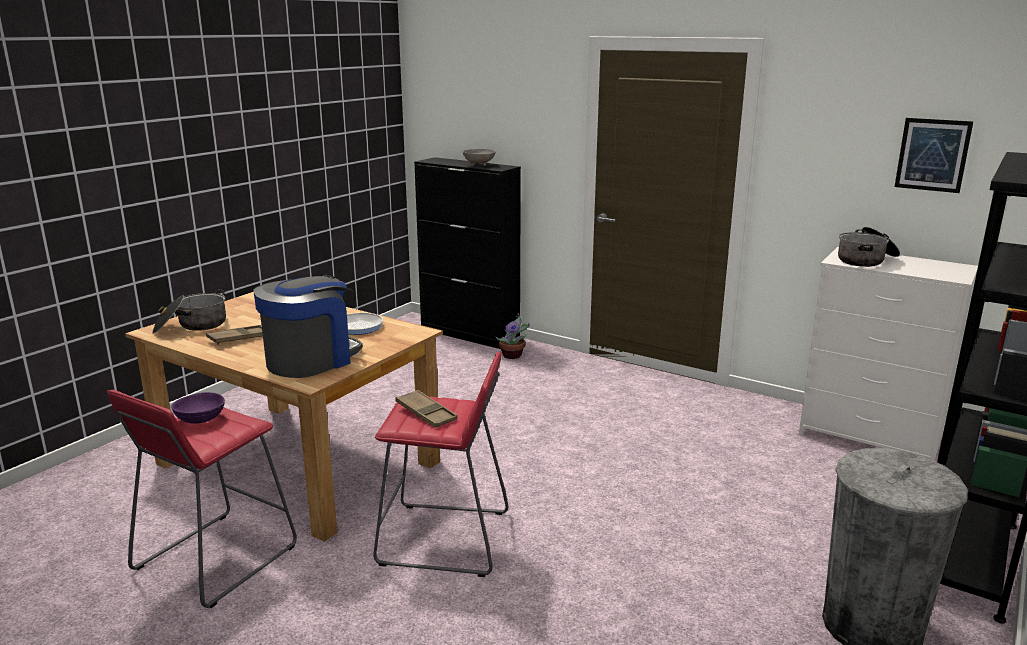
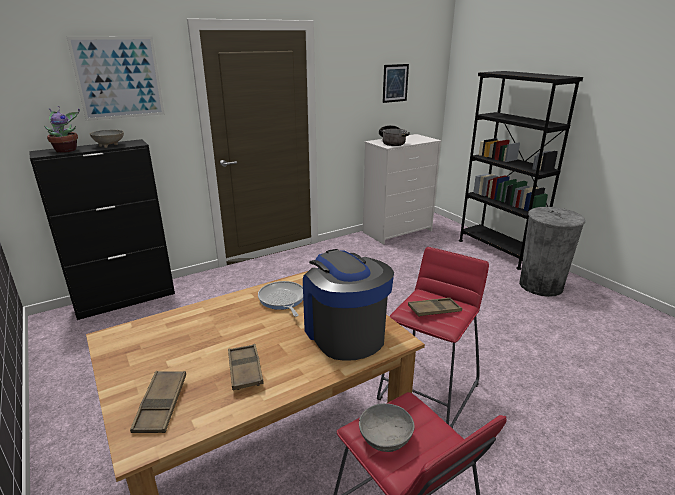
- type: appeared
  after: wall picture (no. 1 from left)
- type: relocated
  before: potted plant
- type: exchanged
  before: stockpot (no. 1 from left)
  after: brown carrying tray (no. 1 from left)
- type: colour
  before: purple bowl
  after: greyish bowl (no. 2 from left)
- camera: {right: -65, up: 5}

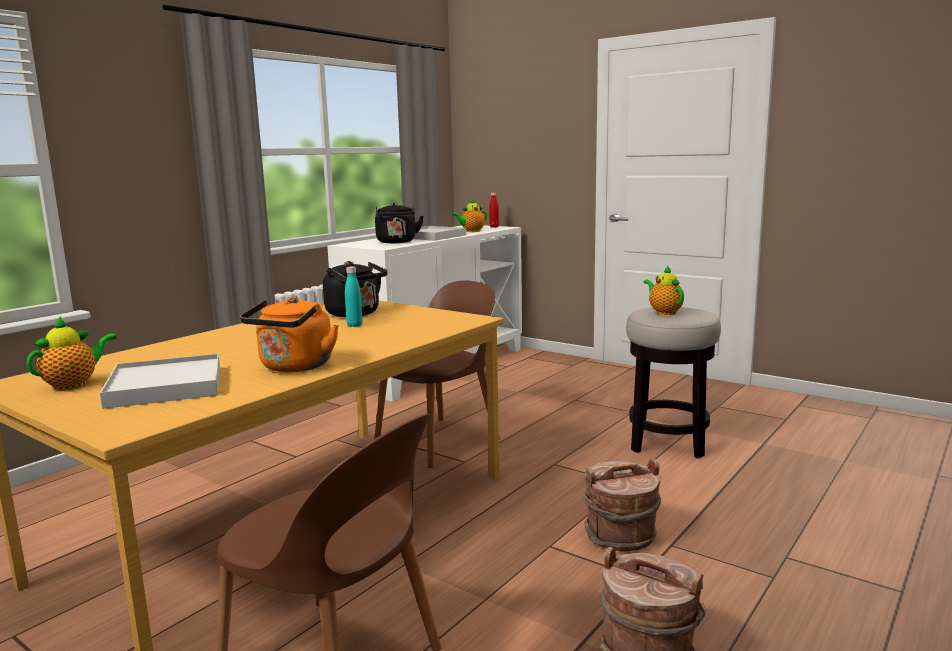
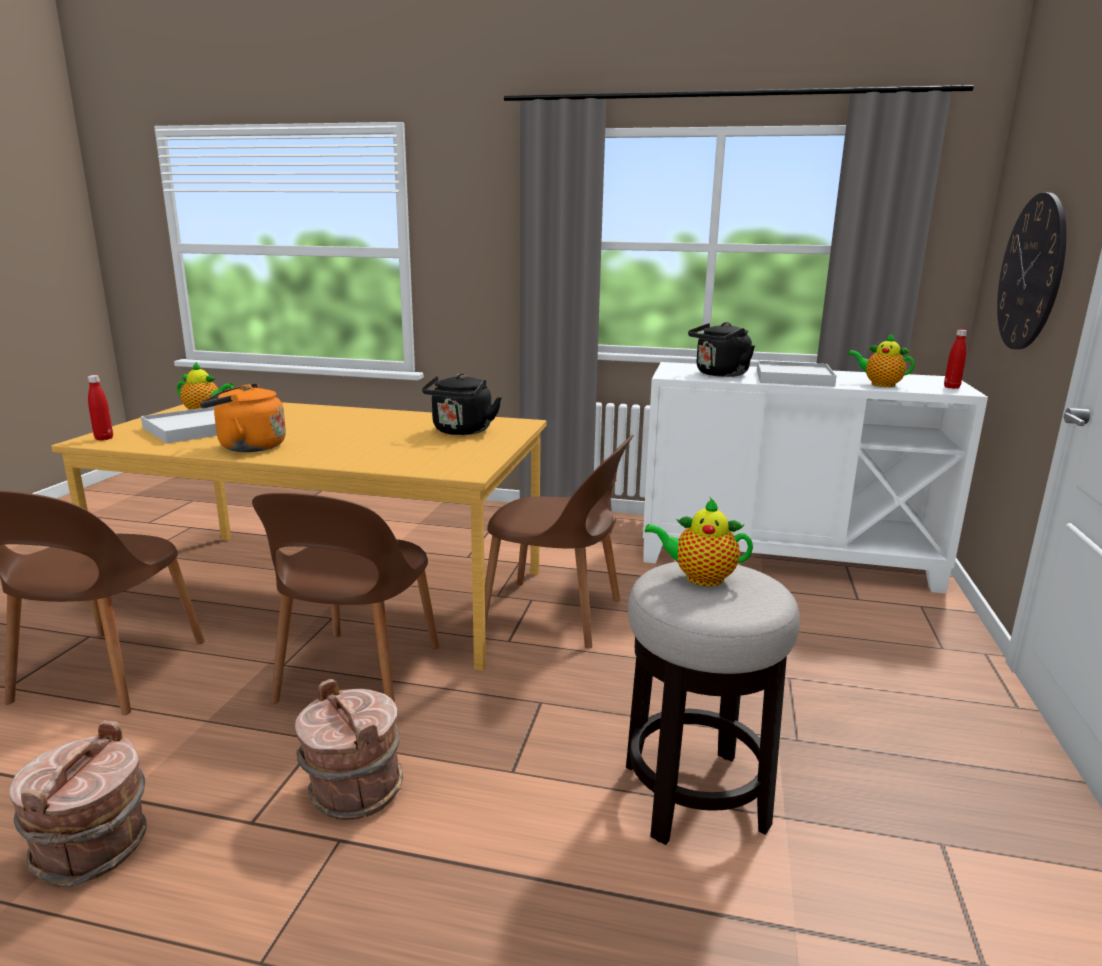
- type: missing
  before: turquoise beverage bottle
- type: appeared
  after: red-coloured beverage bottle (no. 1 from left)
- type: appeared
  after: brown chair (no. 2 from left)
- type: appeared
  after: wall clock
- type: spun
  before: pot for tea (no. 3 from left in the first image)
  turn: -120
- camera: {right: 65, up: 5}

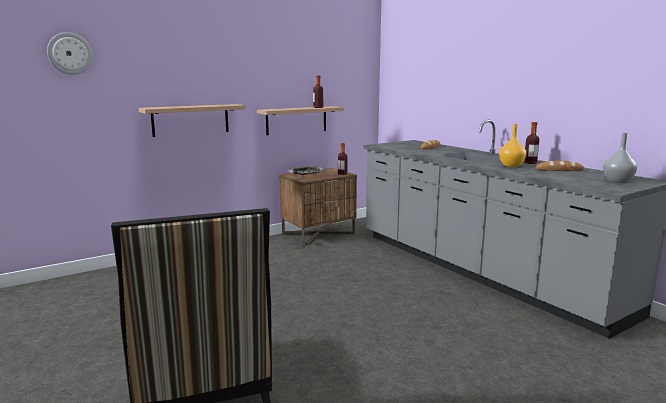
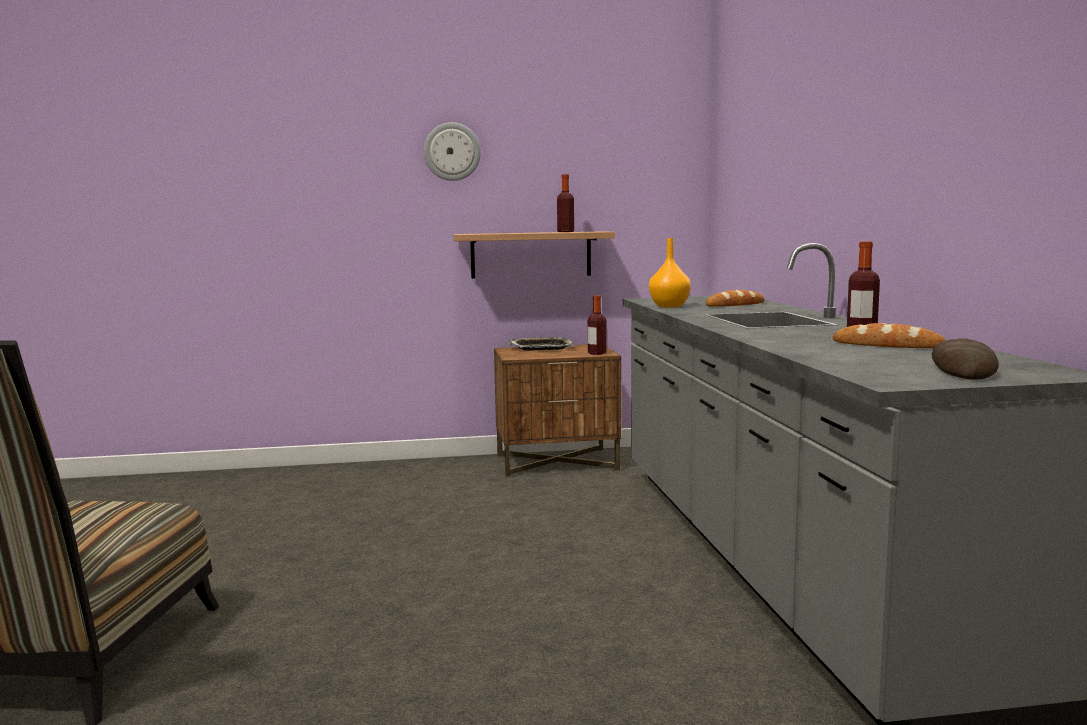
- type: missing
  before: wall shelf (no. 1 from left)
- type: relocated
  before: wall clock
- type: relocated
  before: orangey flower vase
- type: exchanged
  before: greyish flower vase
  after: baked bread (no. 3 from left)
- camera: {right: 25, up: -5}

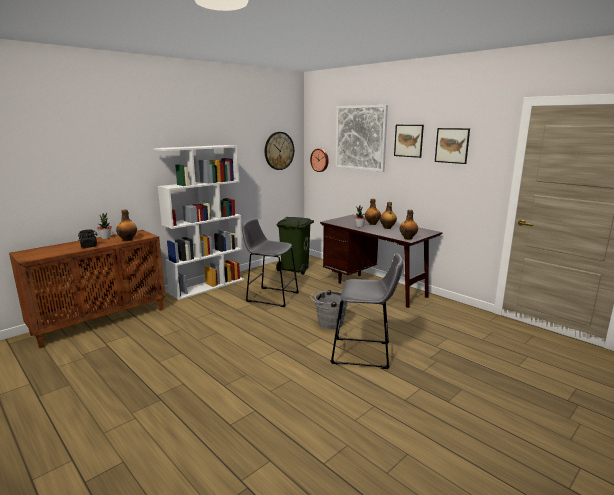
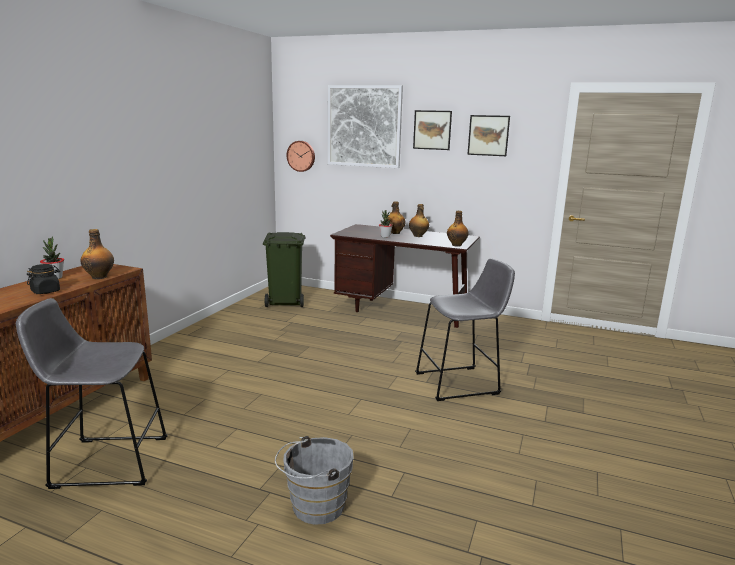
- type: missing
  before: whitish bookcase
- type: missing
  before: wall clock (no. 1 from left)
- type: relocated
  before: greyish sitting stool (no. 1 from left)
- type: relocated
  before: greyish pail
- camera: {right: -25, up: 0}

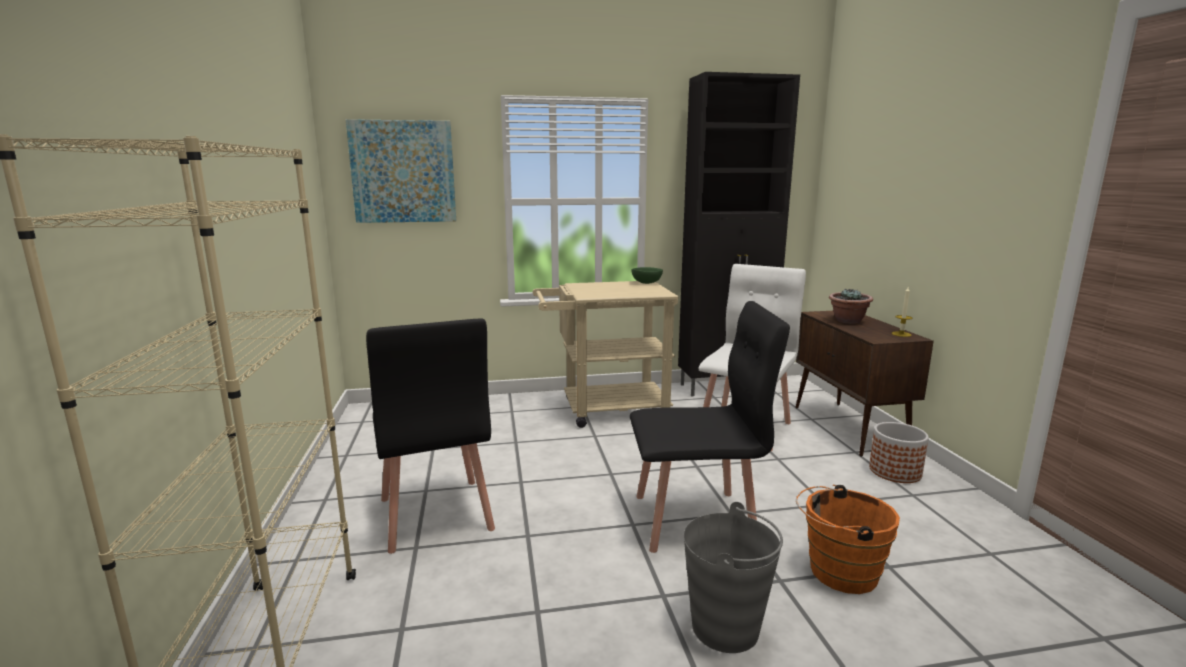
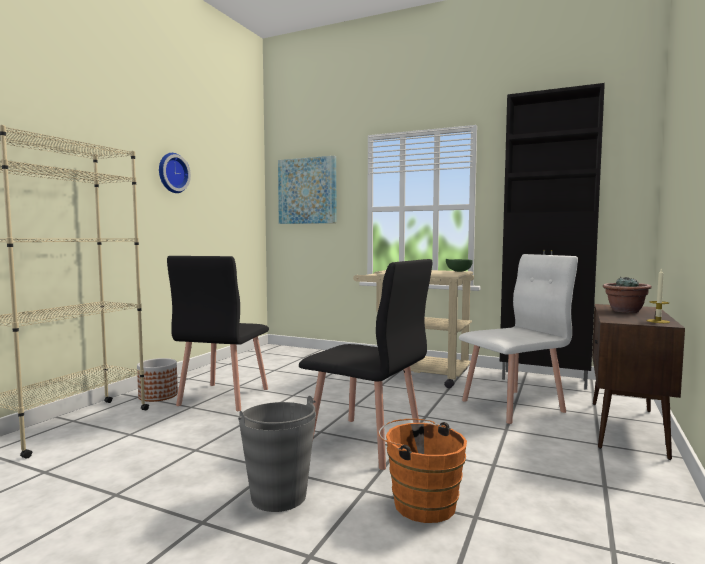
- type: appeared
  after: wall clock
- type: relocated
  before: plant pot
- camera: {right: 35, up: -10}

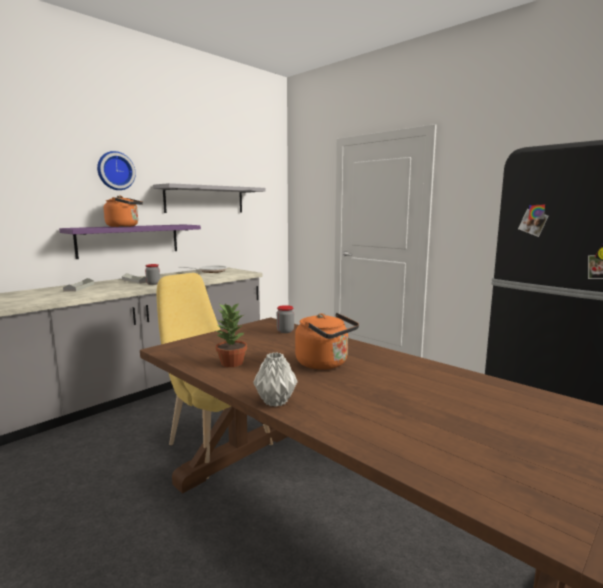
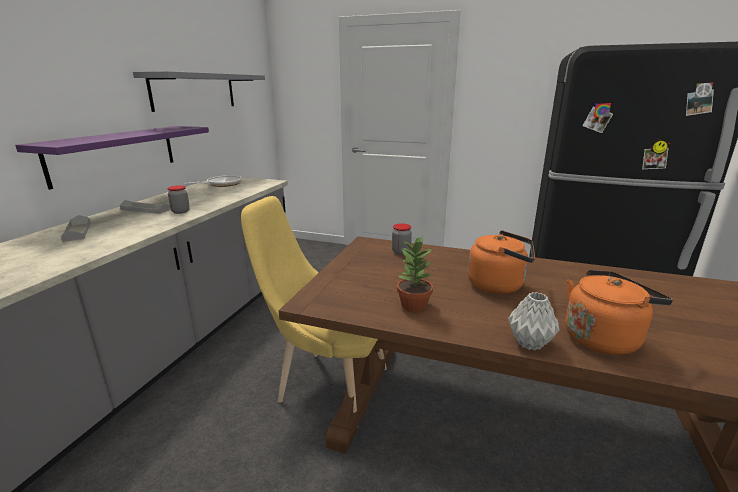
- type: missing
  before: wall clock
- type: relocated
  before: orangey kettle (no. 1 from left in the first image)
  after: orangey kettle (no. 2 from left)
- camera: {right: -25, up: 10}

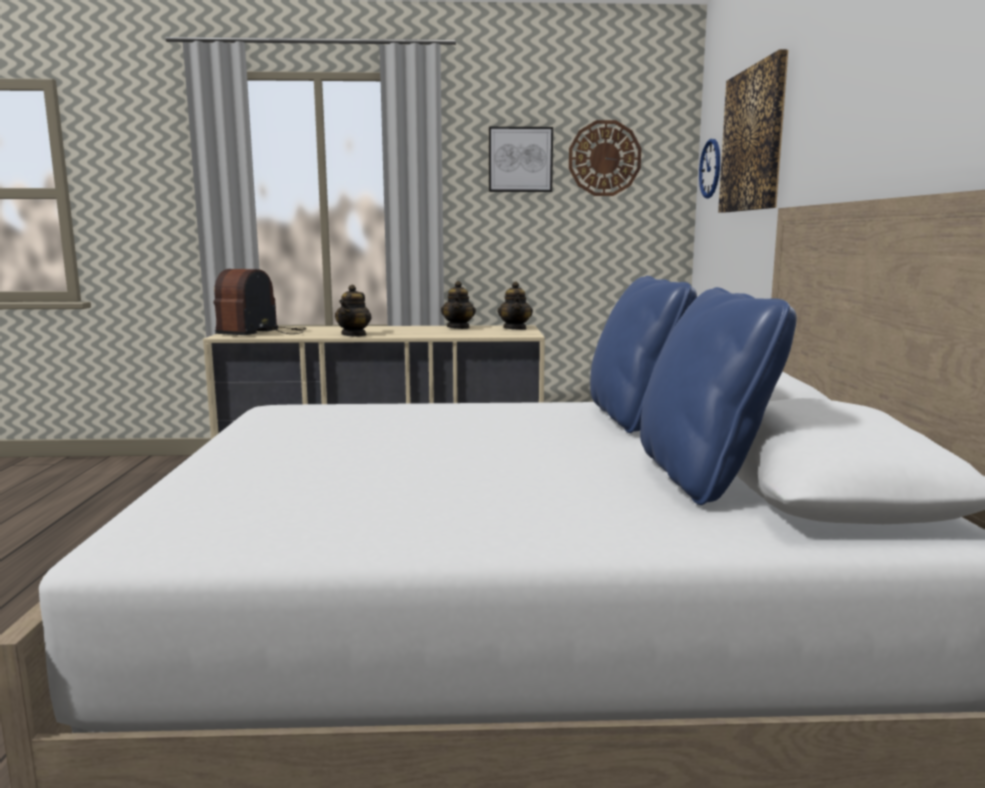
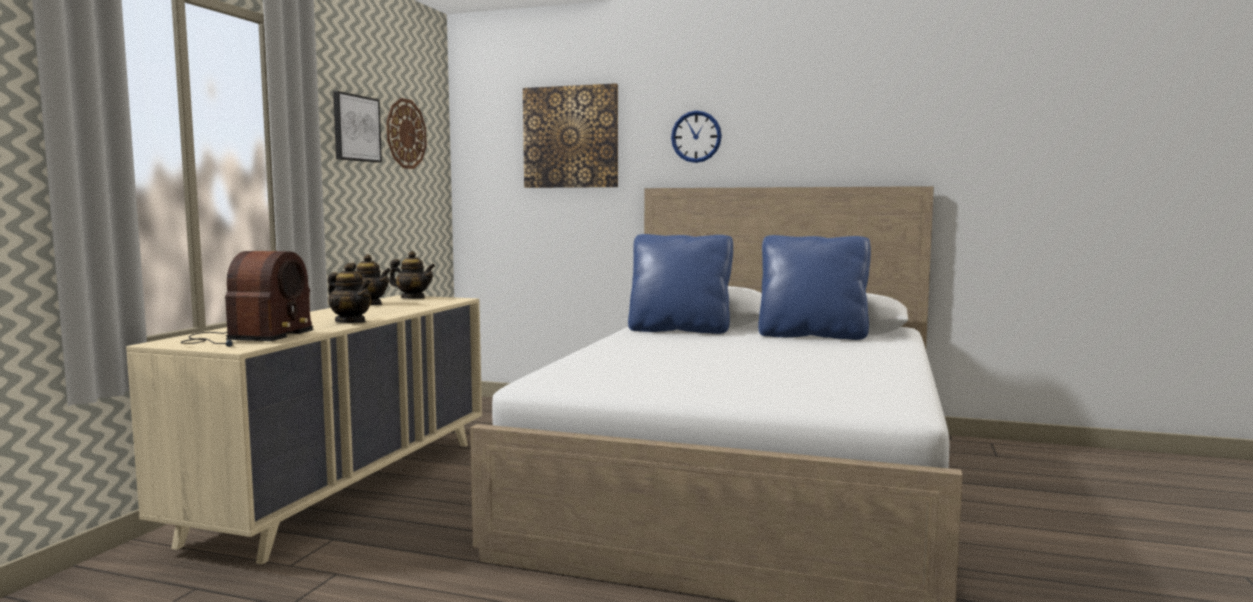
- type: relocated
  before: wall clock (no. 2 from left)
- type: spun
  before: radio set
  turn: -120
- camera: {right: -70, up: -5}

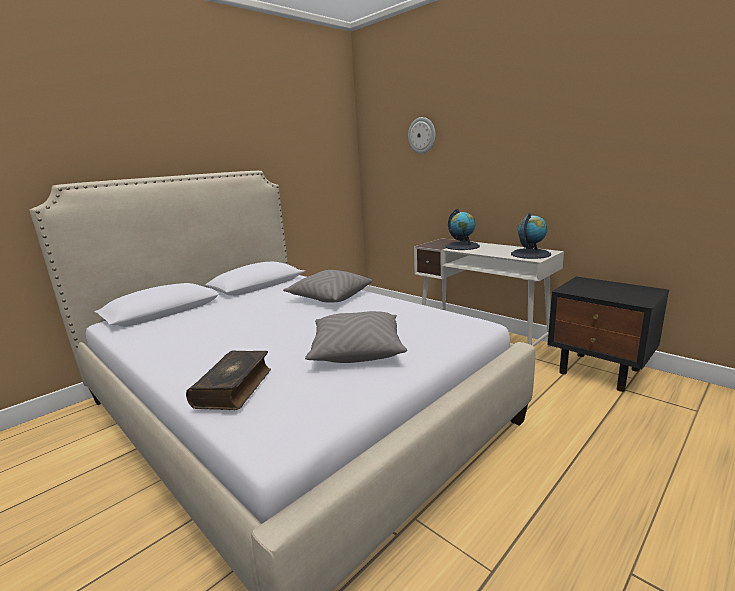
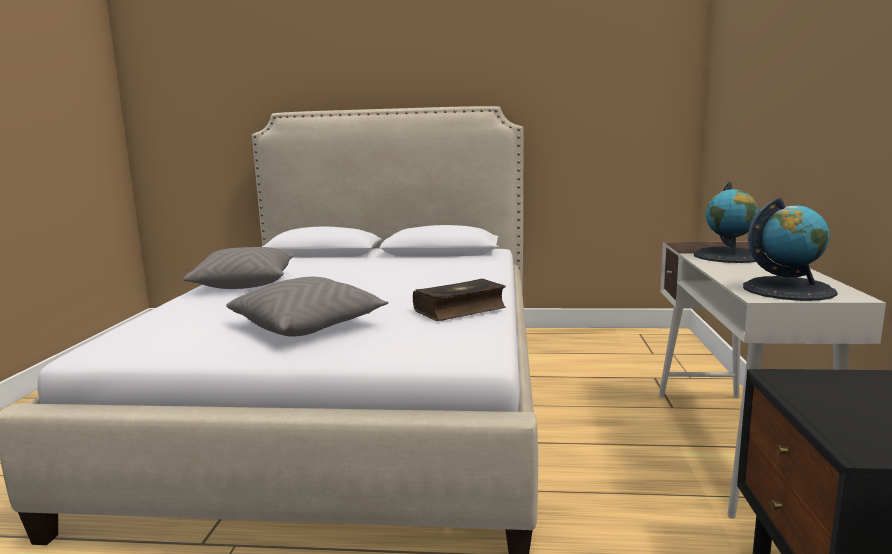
- type: missing
  before: wall clock
- type: relocated
  before: book
- type: relocated
  before: greyish cushion (no. 1 from left)
- camera: {right: 50, up: -5}

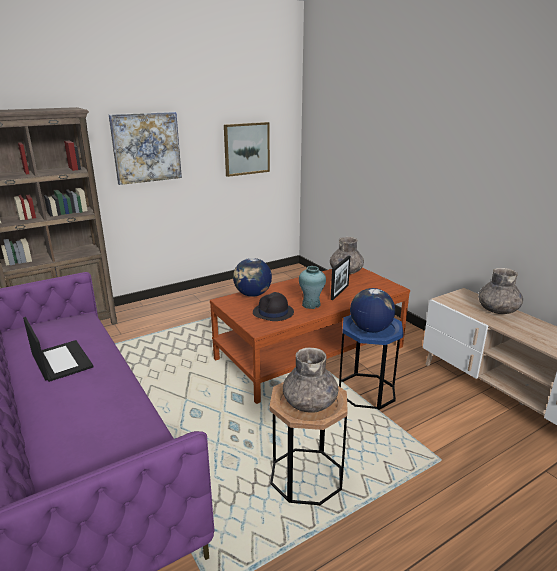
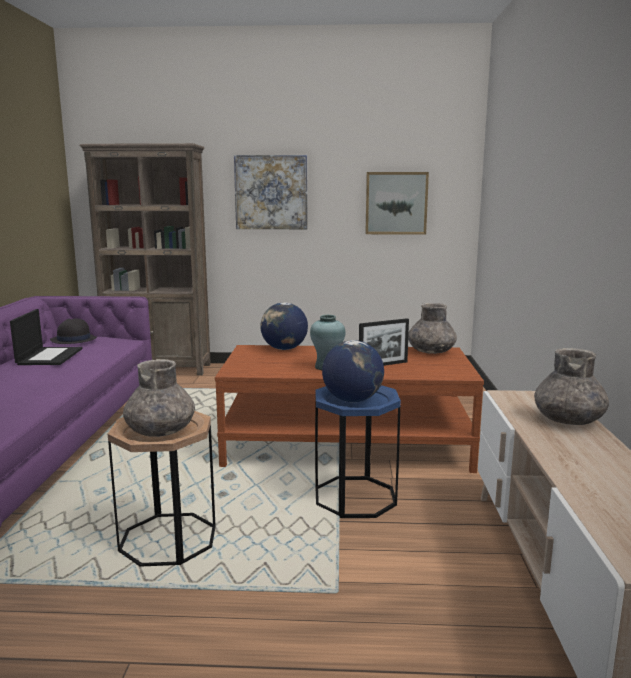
- type: relocated
  before: blackish clothing hat
- camera: {right: 35, up: -10}

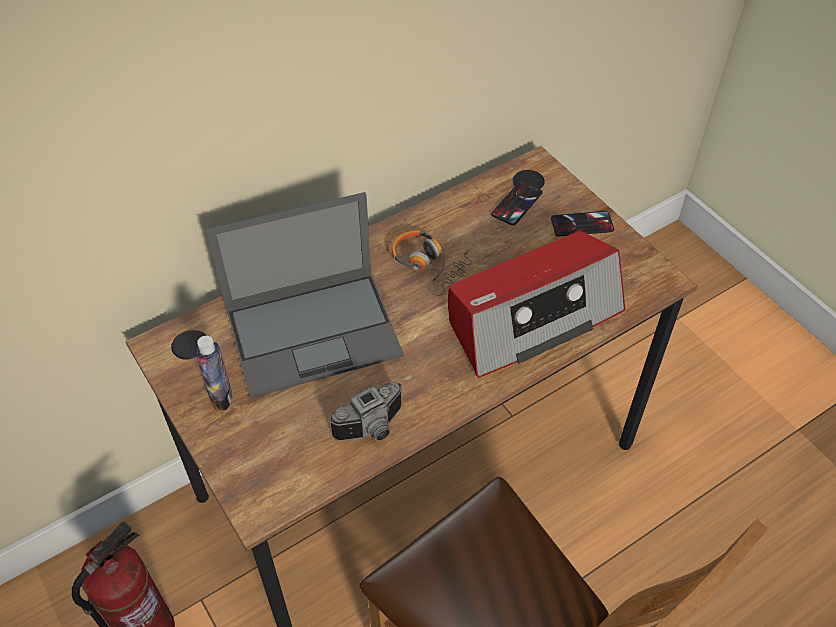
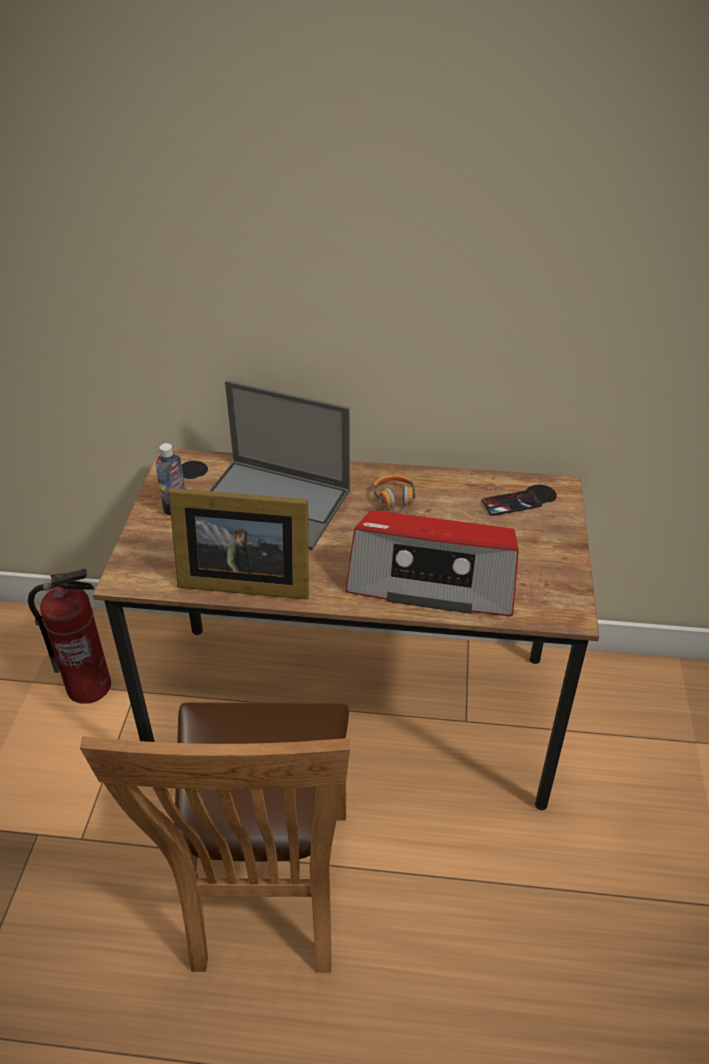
- type: missing
  before: handset (no. 2 from left)
- type: exchanged
  before: still camera
  after: picture frame
- camera: {right: 40, up: -10}

